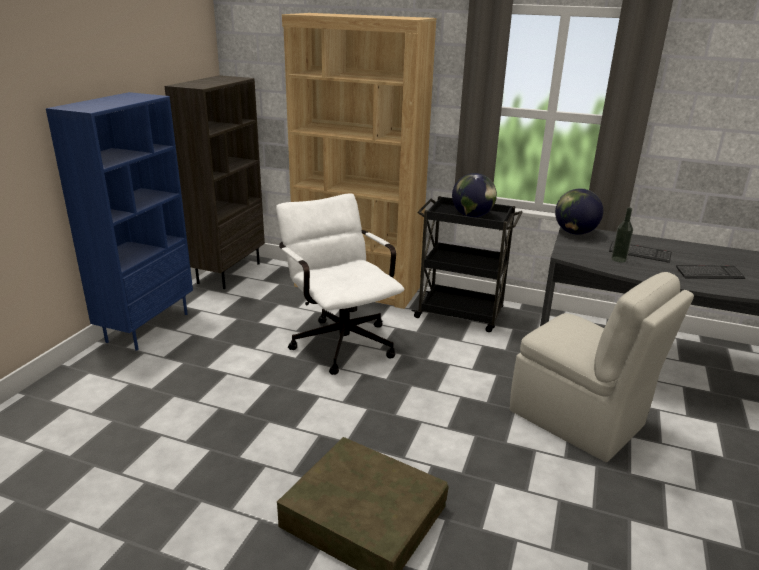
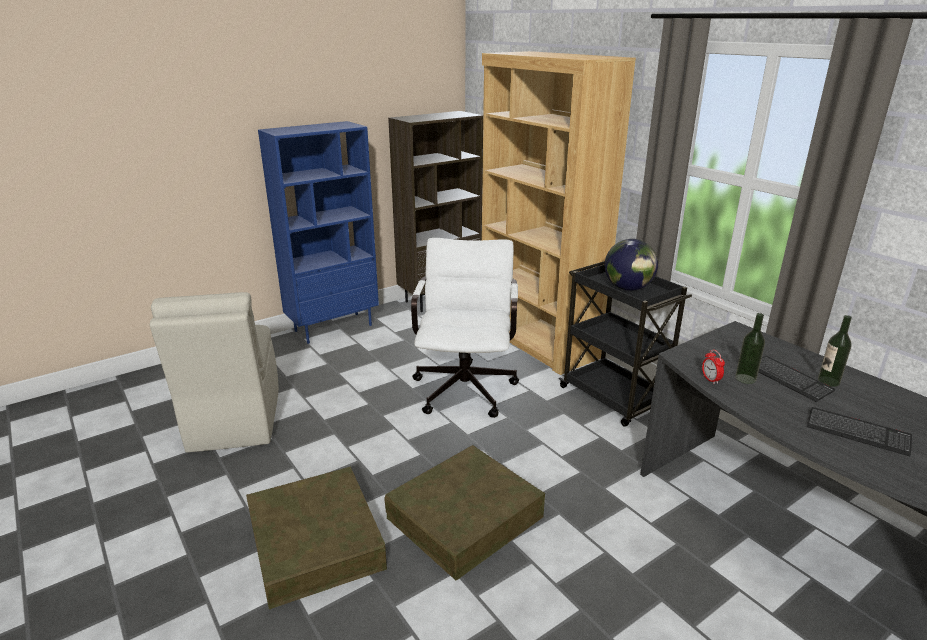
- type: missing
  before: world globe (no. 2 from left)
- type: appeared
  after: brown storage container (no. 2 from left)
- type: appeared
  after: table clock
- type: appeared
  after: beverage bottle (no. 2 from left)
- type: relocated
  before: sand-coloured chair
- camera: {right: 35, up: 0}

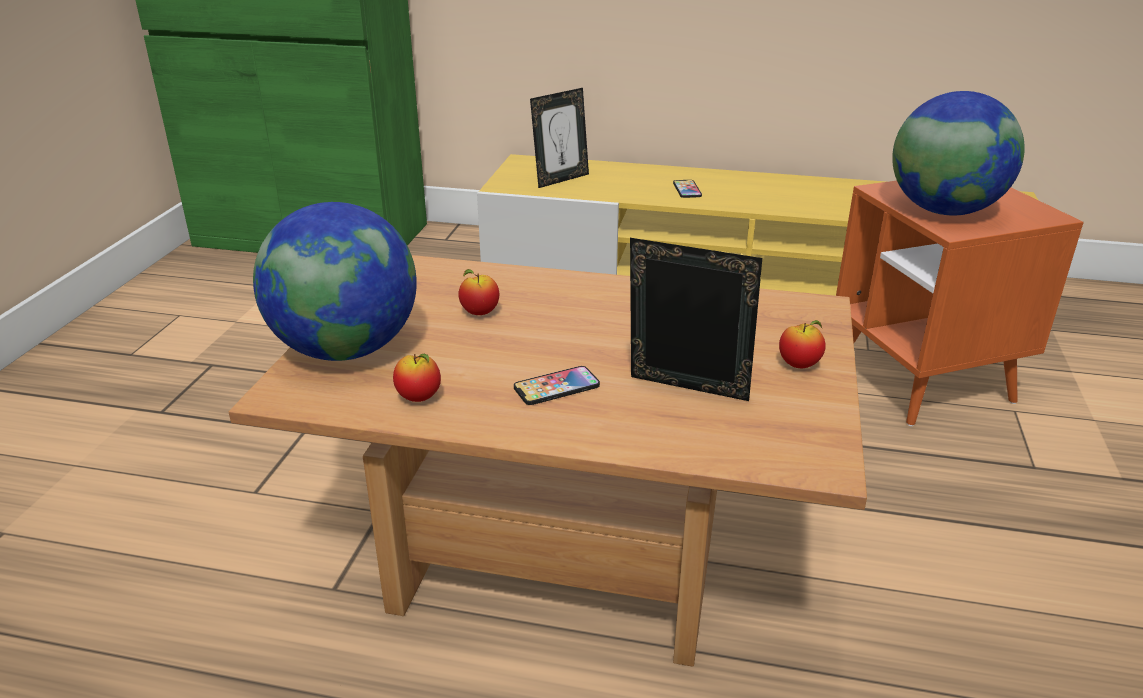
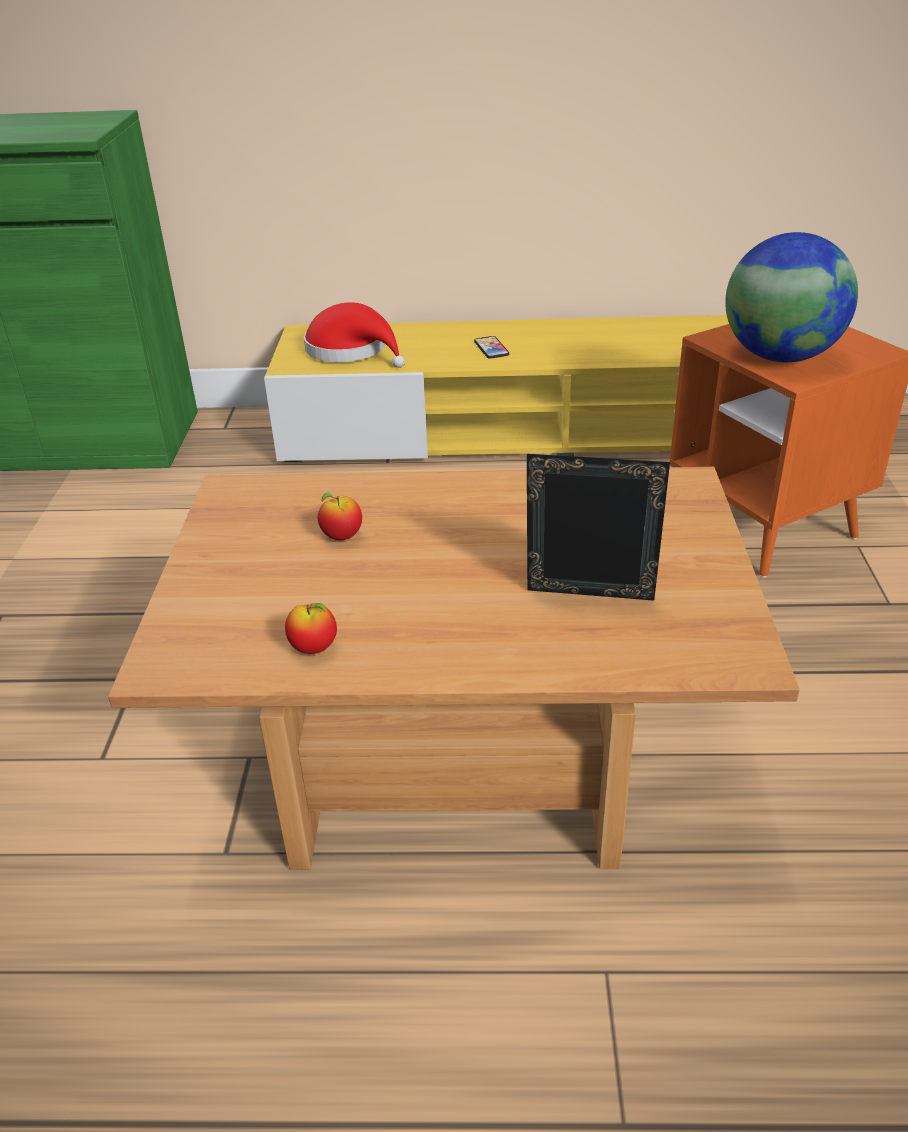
- type: missing
  before: world globe (no. 1 from left)
- type: missing
  before: handset (no. 1 from left)
- type: missing
  before: apple fruit (no. 3 from left)
- type: exchanged
  before: picture frame (no. 1 from left)
  after: red-coloured clothing hat
- camera: {right: -10, up: 5}

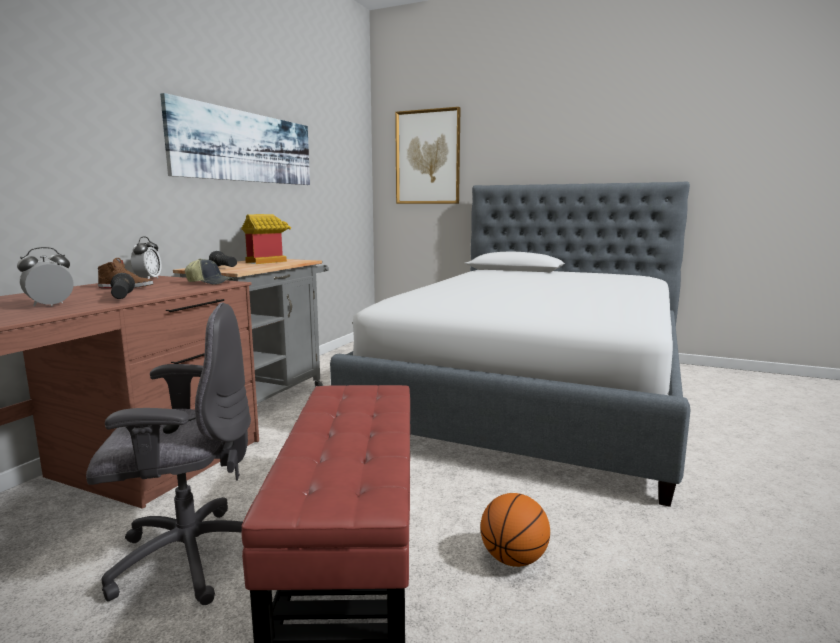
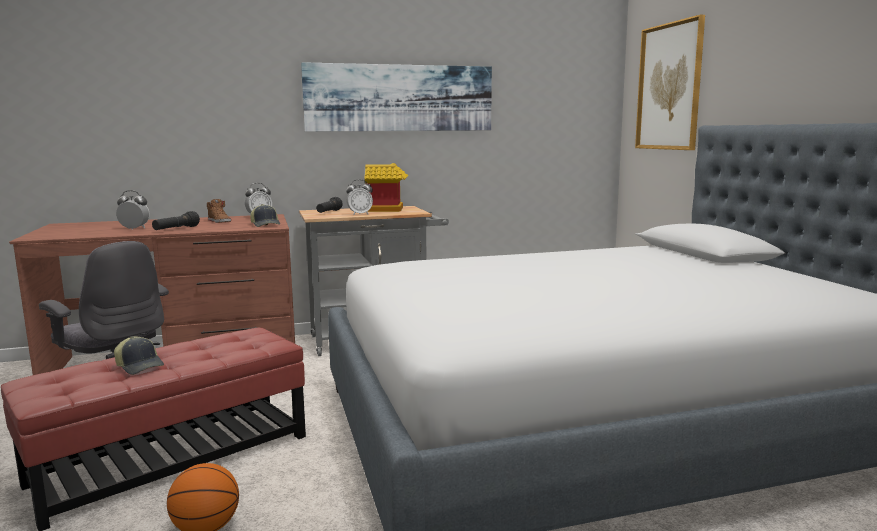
- type: appeared
  after: cap (no. 1 from left)
- type: appeared
  after: table clock (no. 3 from left)
- camera: {right: 50, up: 0}

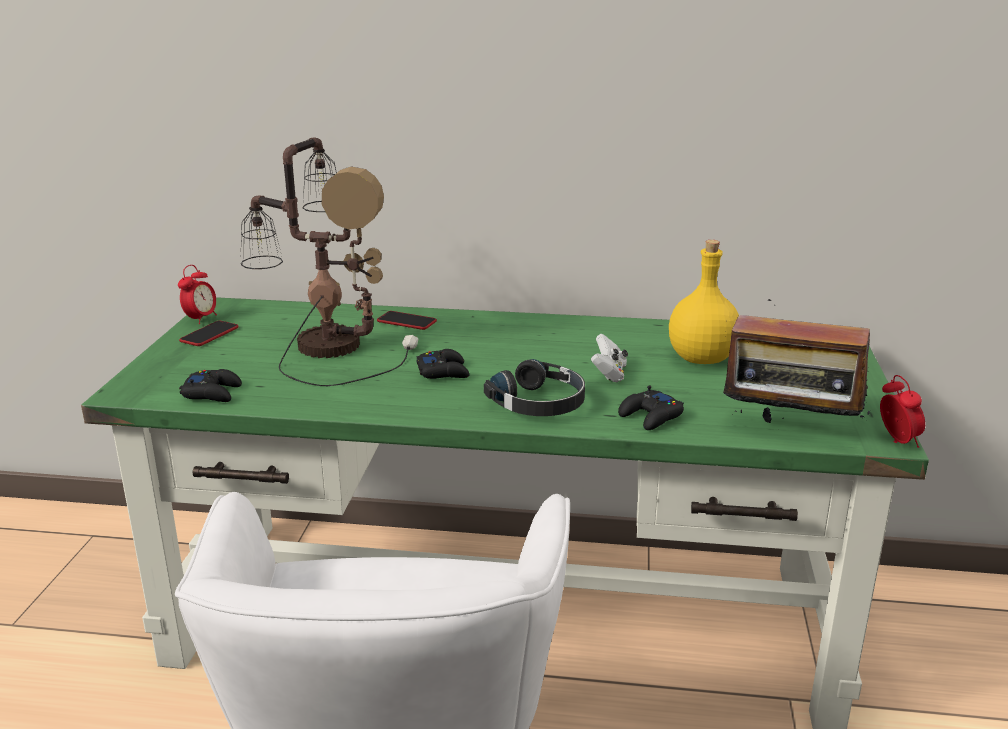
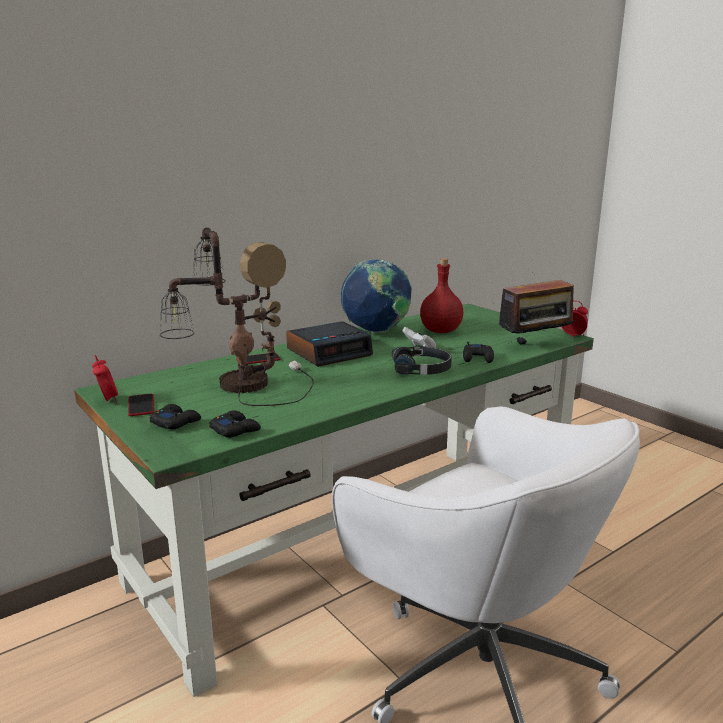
- type: appeared
  after: table clock (no. 2 from left)
- type: appeared
  after: world globe
- type: relocated
  before: blackish joypad (no. 2 from left in the first image)
  after: blackish joypad (no. 1 from left)
- type: colour
  before: yellow beverage bottle
  after: red-coloured beverage bottle
- camera: {right: -45, up: -5}

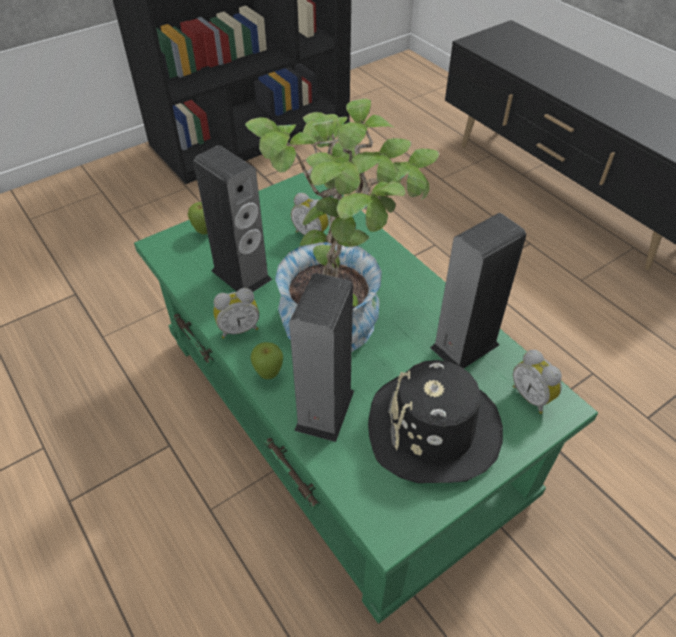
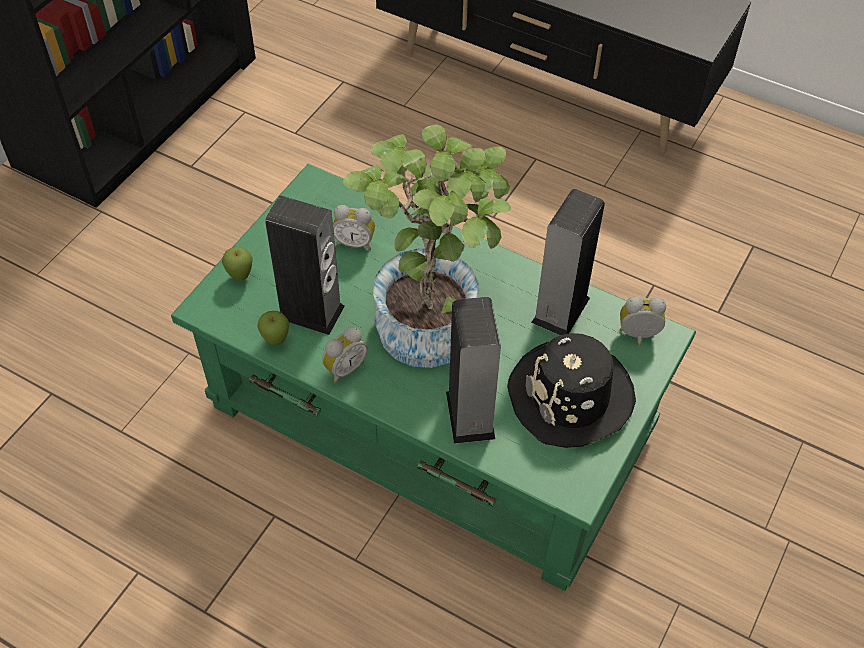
- type: relocated
  before: apple fruit (no. 2 from left)
- type: spun
  before: table clock (no. 3 from left)
  turn: 150
- camera: {right: -25, up: 5}

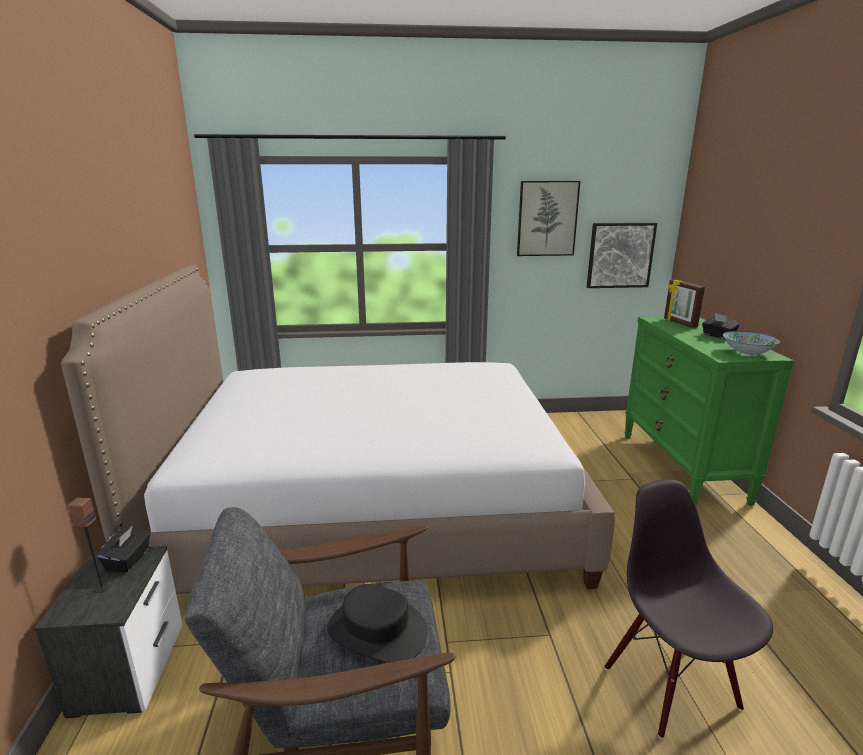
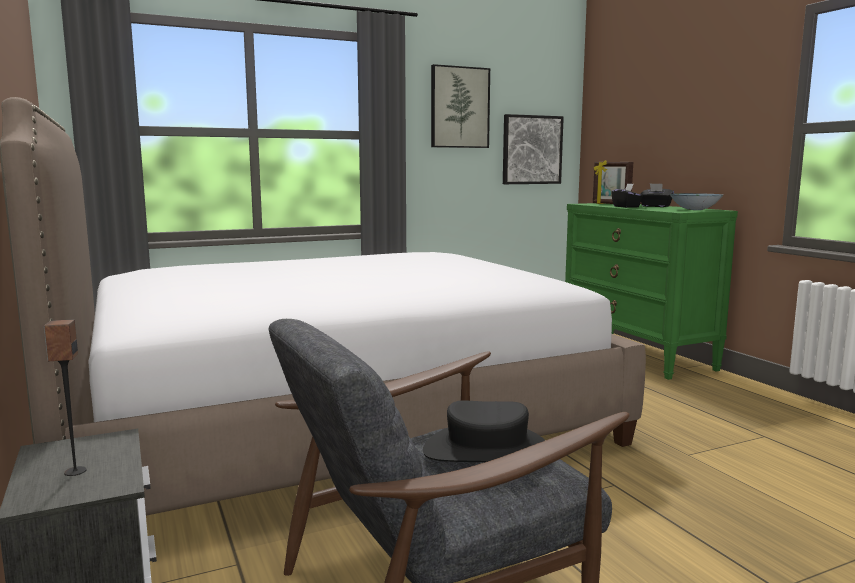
- type: missing
  before: blackish chair
- type: relocated
  before: blackish box of tissues (no. 1 from left)
- camera: {right: -20, up: -10}

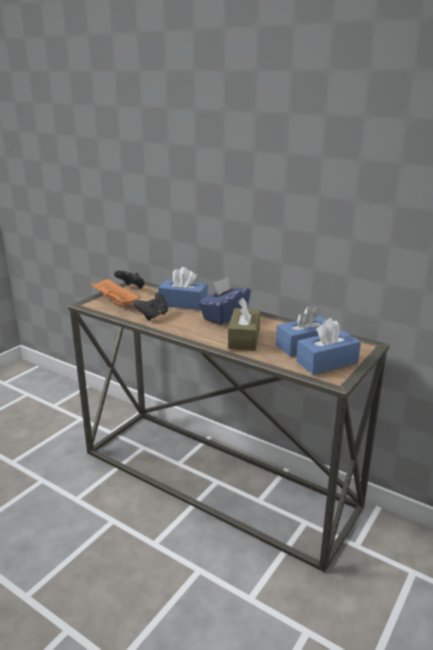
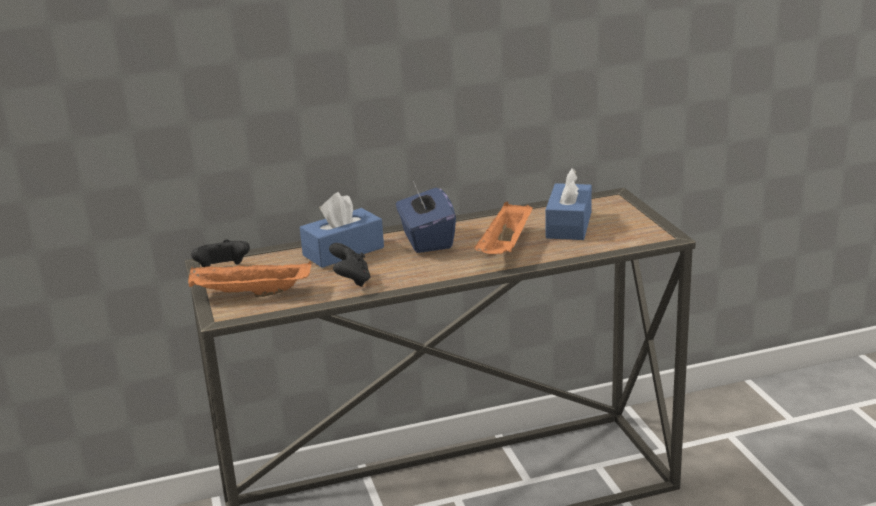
- type: missing
  before: bluish box of tissues (no. 4 from left)
- type: exchanged
  before: brown box of tissues
  after: orangey carrying tray (no. 2 from left)
- camera: {right: -50, up: 0}

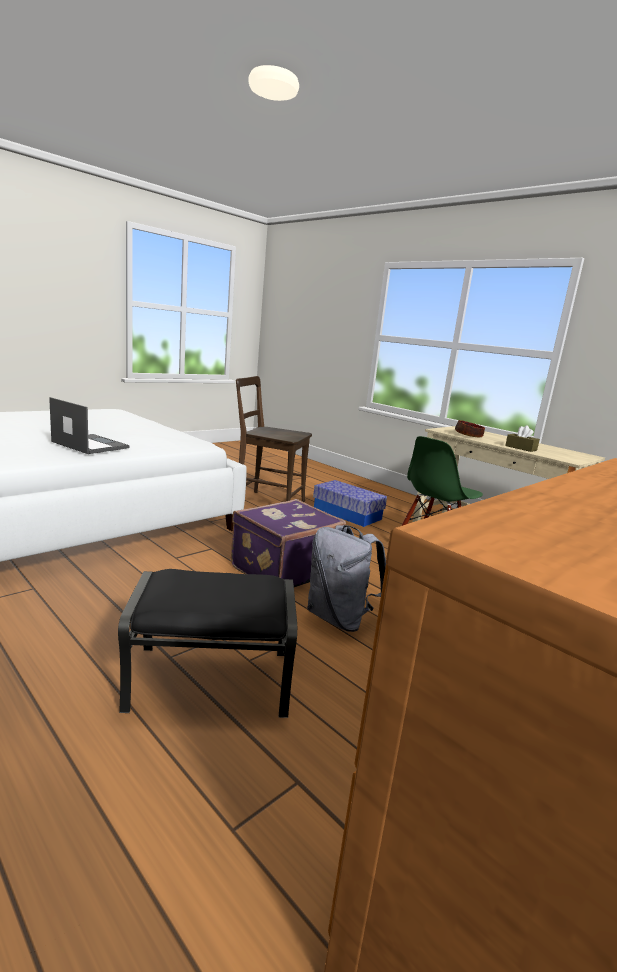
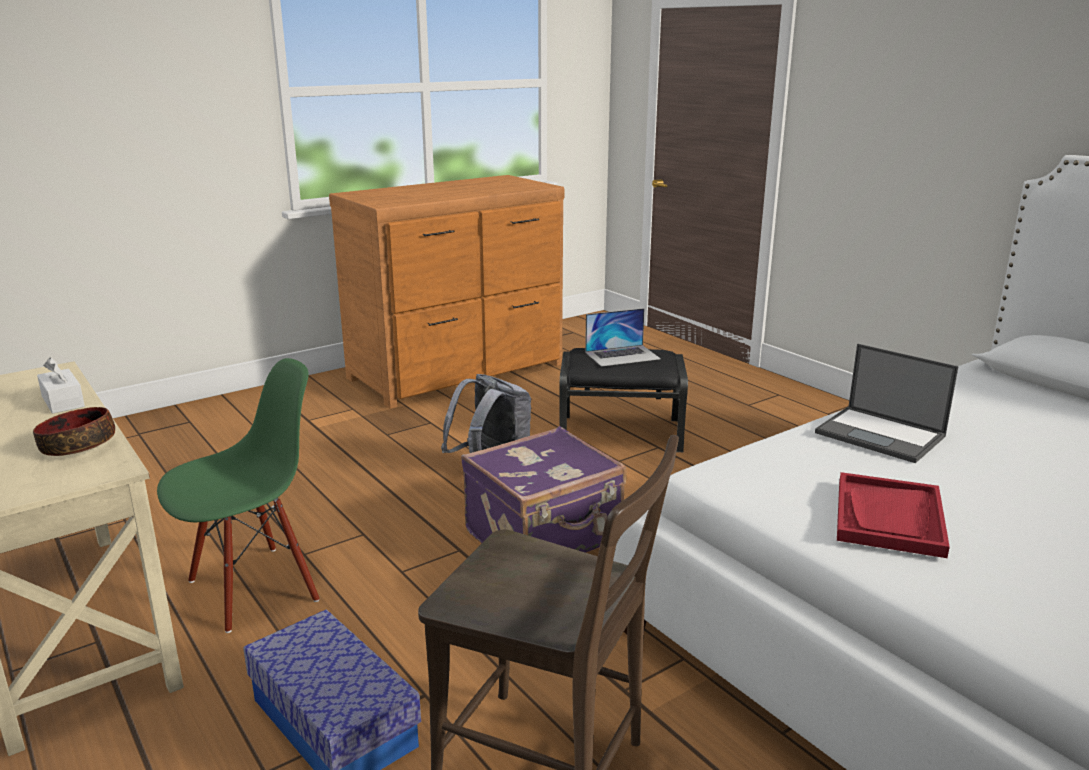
- type: appeared
  after: notebook computer (no. 1 from left)
- type: appeared
  after: red-coloured carrying tray
- type: colour
  before: brown box of tissues
  after: whitish box of tissues
- camera: {right: -170, up: 5}

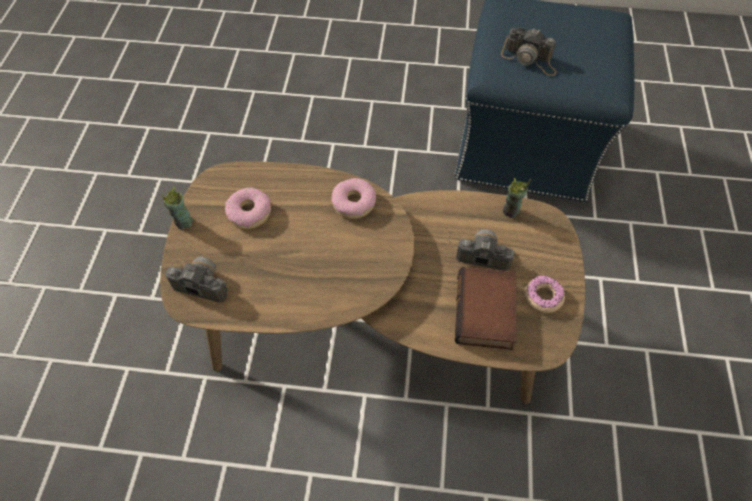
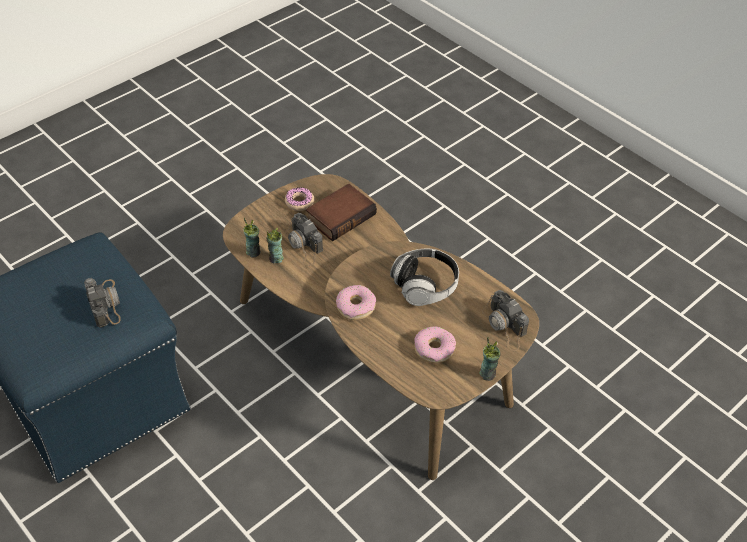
- type: appeared
  after: cup (no. 2 from left)
- type: appeared
  after: headset
- camera: {right: -140, up: -10}

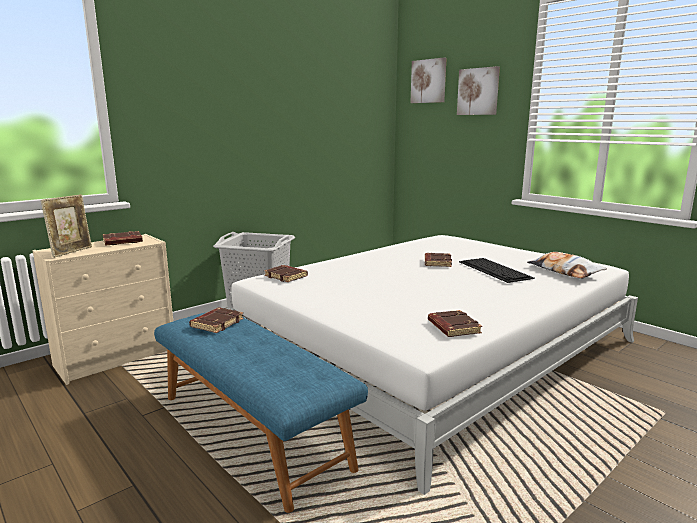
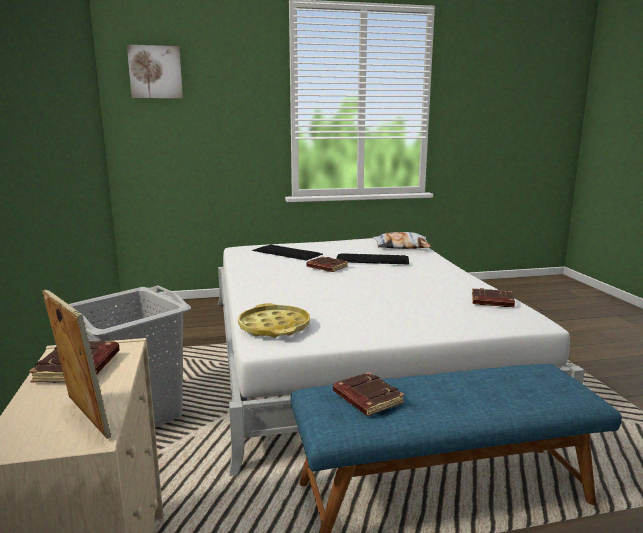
- type: missing
  before: wall picture (no. 2 from left)
- type: appeared
  after: PC keyboard (no. 1 from left)
- type: exchanged
  before: brown book (no. 3 from left)
  after: yellow carrying tray
- camera: {right: -60, up: 0}

